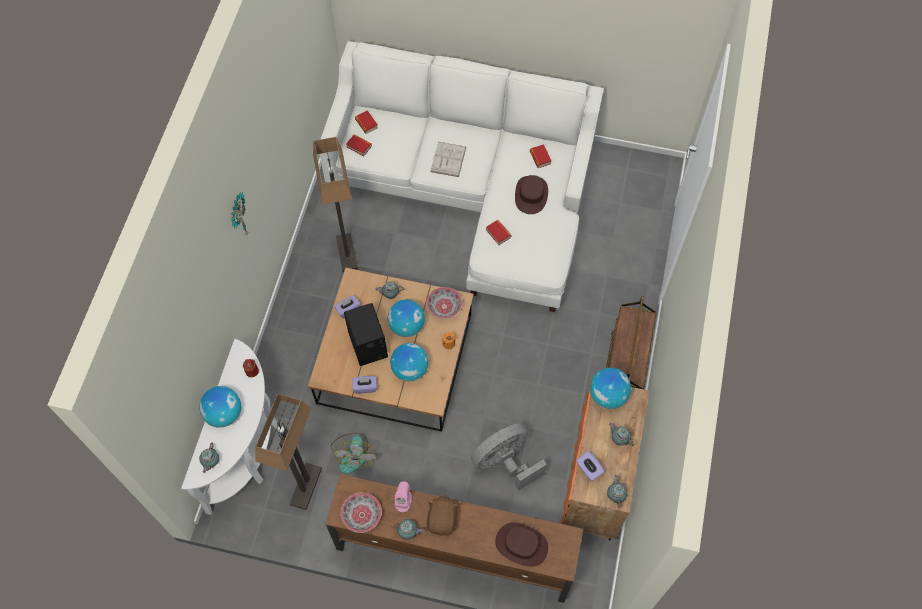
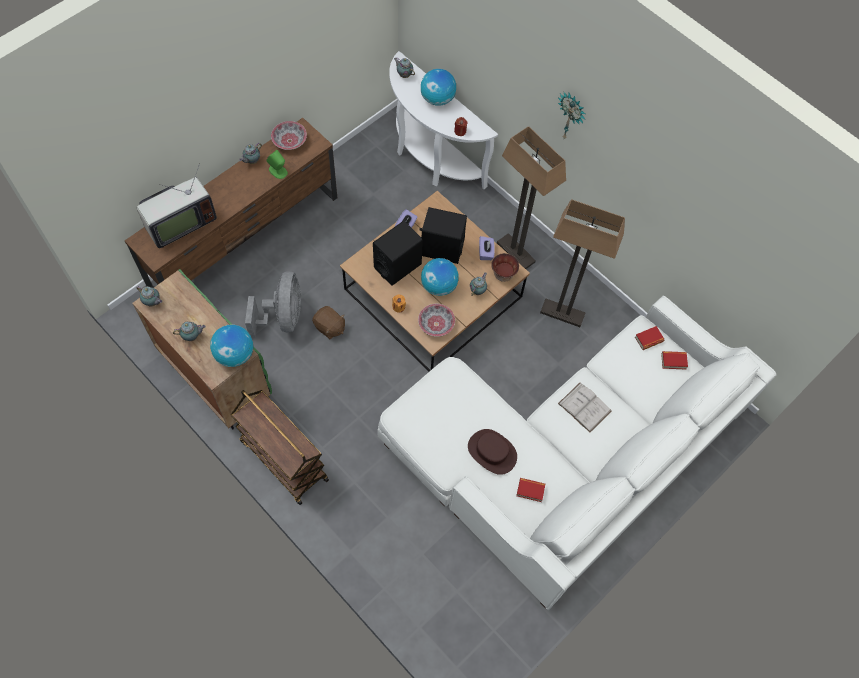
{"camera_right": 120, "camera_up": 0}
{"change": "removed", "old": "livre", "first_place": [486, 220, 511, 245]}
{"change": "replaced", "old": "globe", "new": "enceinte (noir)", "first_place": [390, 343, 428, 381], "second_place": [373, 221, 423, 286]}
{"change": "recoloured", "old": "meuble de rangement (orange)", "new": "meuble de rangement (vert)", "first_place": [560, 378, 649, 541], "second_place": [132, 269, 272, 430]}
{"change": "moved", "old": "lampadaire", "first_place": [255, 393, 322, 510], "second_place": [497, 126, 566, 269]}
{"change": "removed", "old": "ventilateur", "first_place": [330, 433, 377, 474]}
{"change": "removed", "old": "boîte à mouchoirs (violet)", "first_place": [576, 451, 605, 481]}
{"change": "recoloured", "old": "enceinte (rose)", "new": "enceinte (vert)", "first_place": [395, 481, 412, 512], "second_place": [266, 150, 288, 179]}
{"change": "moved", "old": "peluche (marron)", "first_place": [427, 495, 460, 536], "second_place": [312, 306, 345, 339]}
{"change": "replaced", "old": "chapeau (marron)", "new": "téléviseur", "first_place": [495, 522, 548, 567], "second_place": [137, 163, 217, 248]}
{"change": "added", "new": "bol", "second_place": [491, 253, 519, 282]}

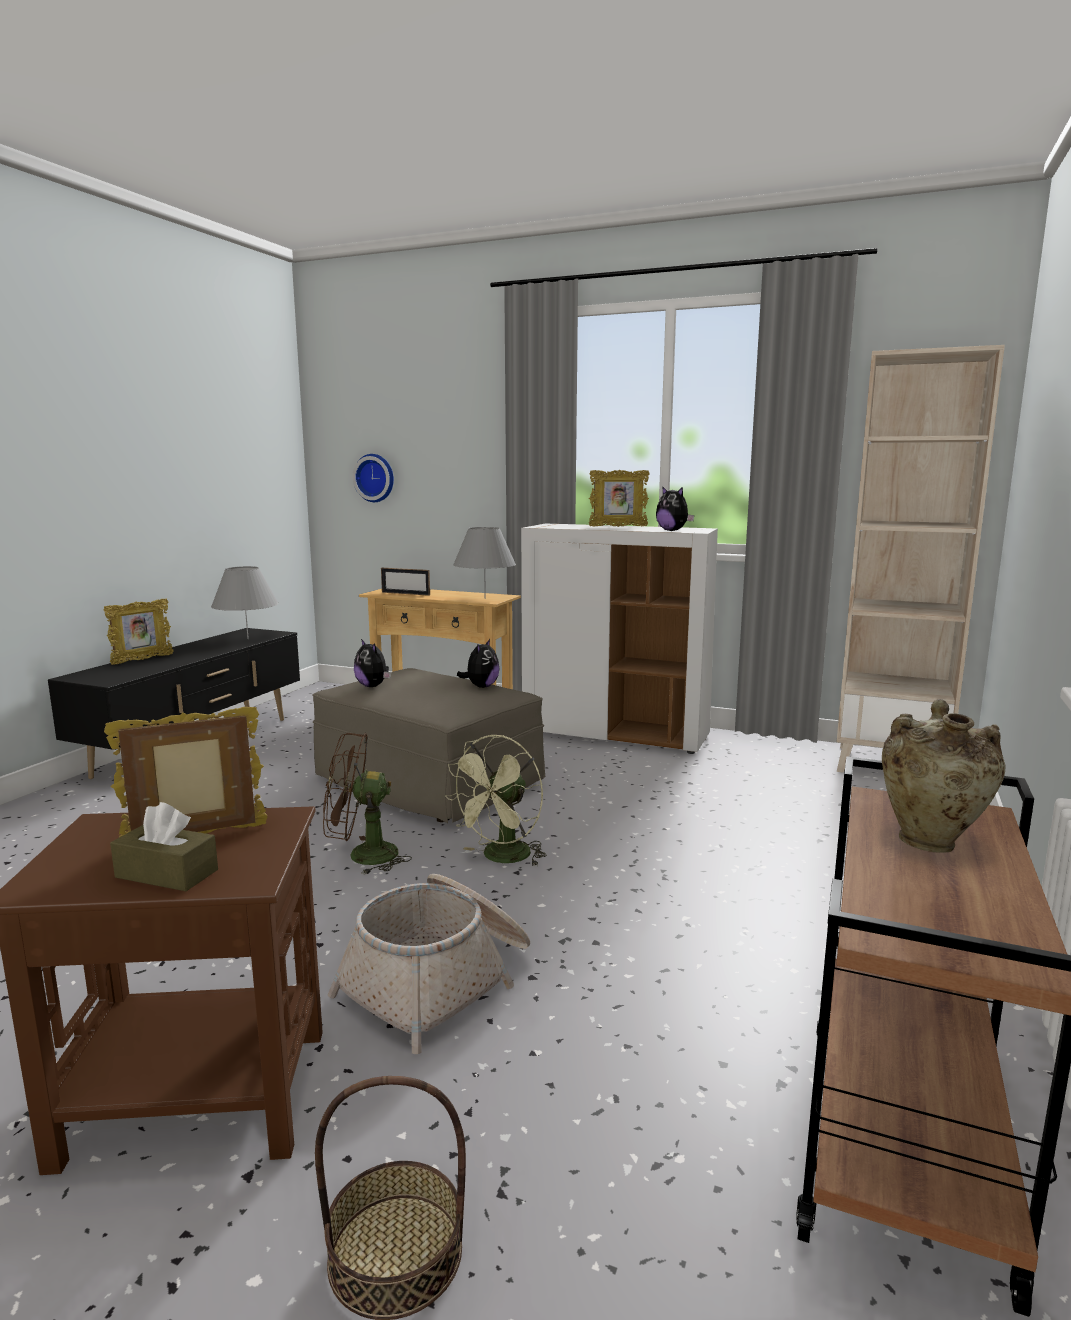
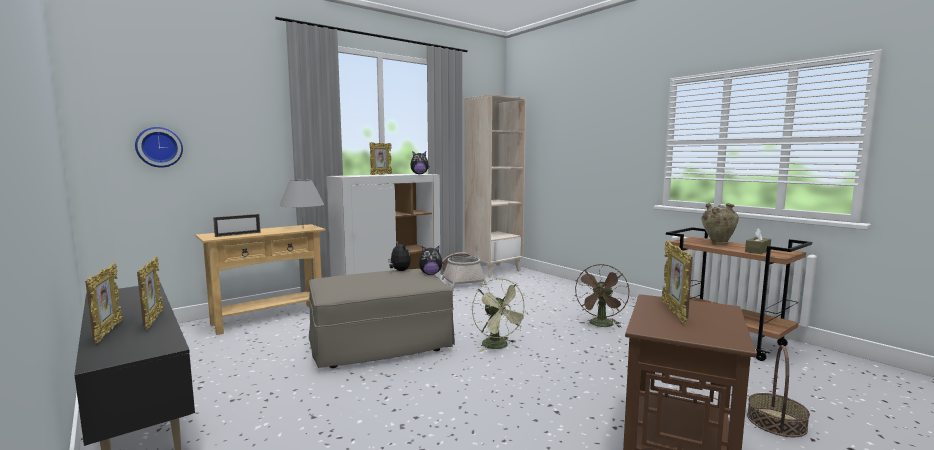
{"camera_right": -60, "camera_up": -5}
{"change": "removed", "old": "lampe de table (gris)", "first_place": [211, 566, 279, 639]}
{"change": "moved", "old": "peluche", "first_place": [354, 639, 391, 687], "second_place": [419, 246, 444, 275]}
{"change": "moved", "old": "ventilateur (marron)", "first_place": [323, 733, 412, 875], "second_place": [574, 264, 629, 328]}
{"change": "moved", "old": "boîte à mouchoirs (marron)", "first_place": [110, 802, 218, 891], "second_place": [745, 228, 771, 254]}
{"change": "moved", "old": "panier", "first_place": [328, 874, 530, 1054], "second_place": [441, 252, 487, 289]}
{"change": "added", "new": "cadre photo", "second_place": [137, 256, 163, 330]}

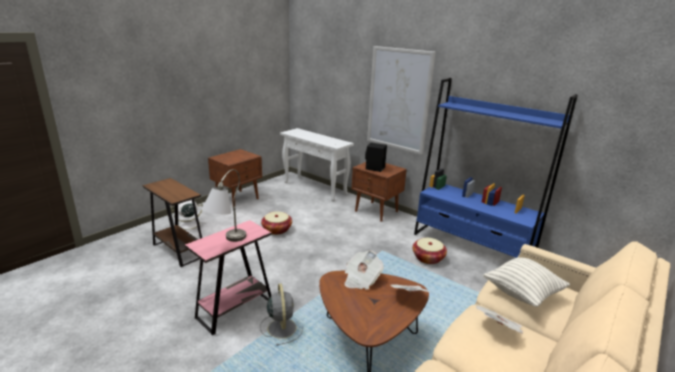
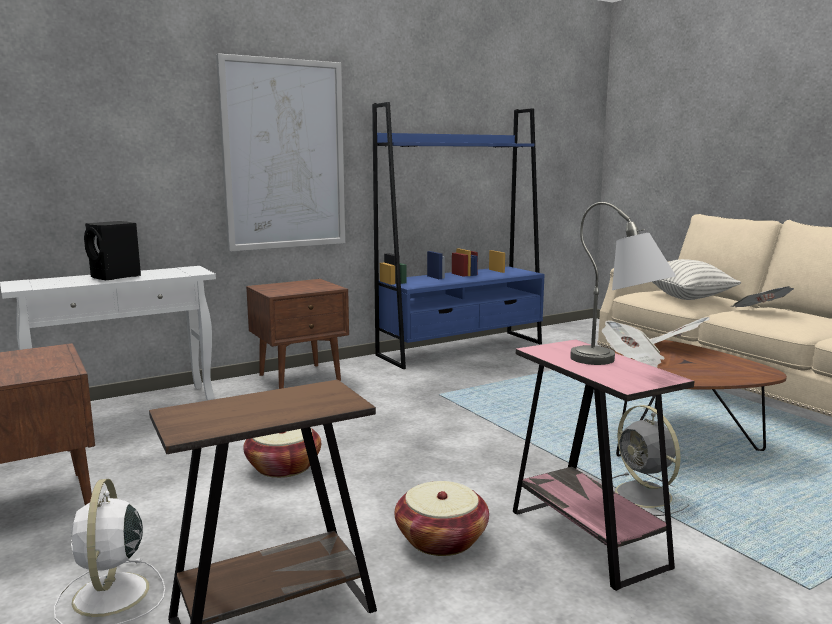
{"camera_right": -70, "camera_up": -10}
{"change": "moved", "old": "enceinte (noir)", "first_place": [365, 142, 387, 172], "second_place": [84, 221, 141, 280]}
{"change": "moved", "old": "panier", "first_place": [412, 238, 447, 264], "second_place": [395, 481, 489, 556]}
{"change": "turned", "old": "ventilateur (gris)", "first_place": [260, 283, 303, 346], "second_place": [612, 405, 689, 516], "degrees": -120}

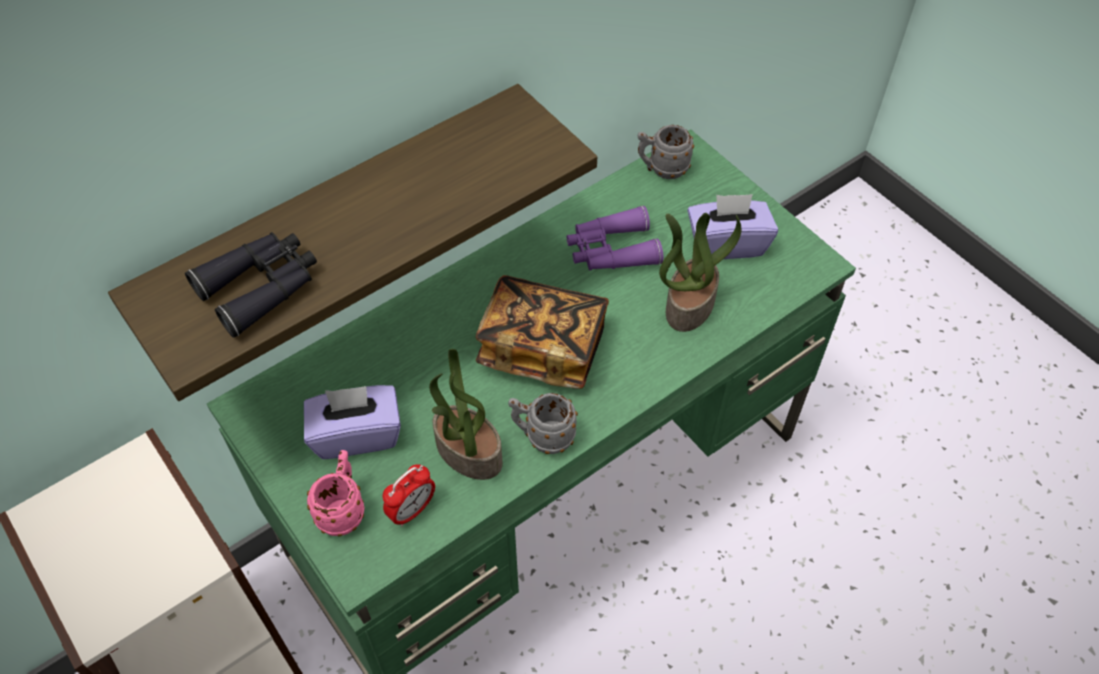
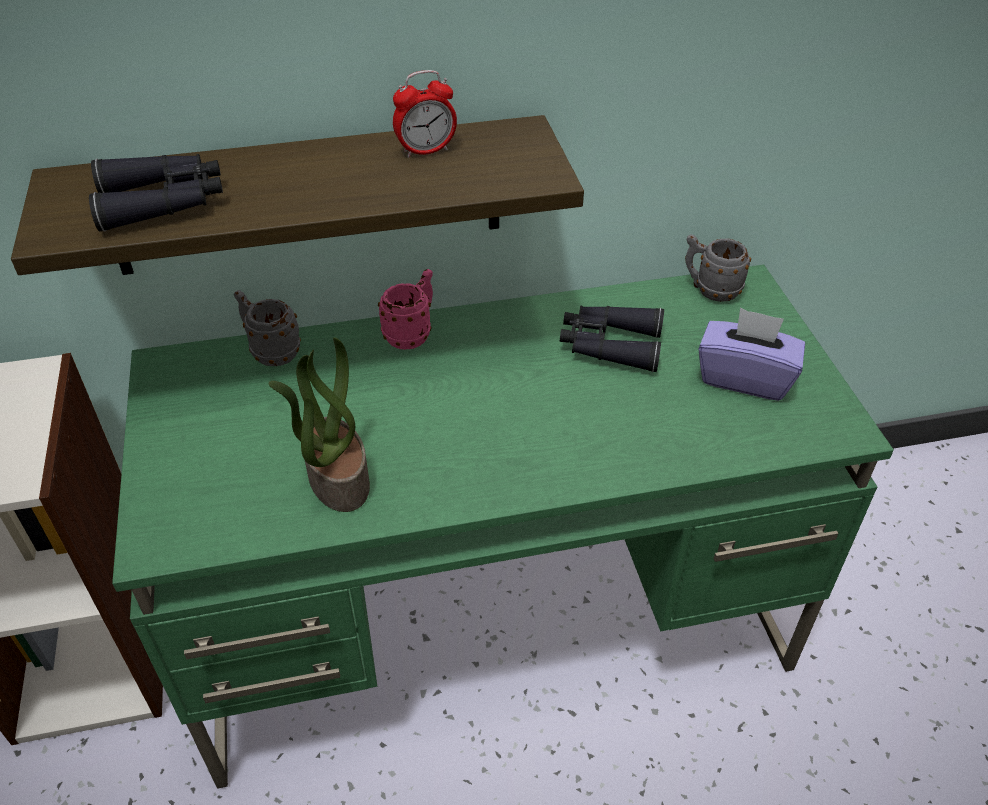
{"camera_right": 25, "camera_up": -10}
{"change": "recoloured", "old": "jumelles (violet)", "new": "jumelles (noir)", "first_place": [567, 206, 663, 270], "second_place": [560, 306, 664, 372]}
{"change": "removed", "old": "plante en pot", "first_place": [659, 213, 741, 332]}
{"change": "removed", "old": "livre", "first_place": [476, 275, 609, 389]}
{"change": "removed", "old": "boîte à mouchoirs (violet)", "first_place": [304, 385, 401, 459]}
{"change": "moved", "old": "mug (gris)", "first_place": [508, 393, 578, 454], "second_place": [234, 290, 301, 366]}
{"change": "moved", "old": "mug (rose)", "first_place": [307, 450, 364, 536], "second_place": [378, 269, 433, 349]}
{"change": "moved", "old": "réveil", "first_place": [383, 464, 435, 526], "second_place": [393, 70, 457, 158]}

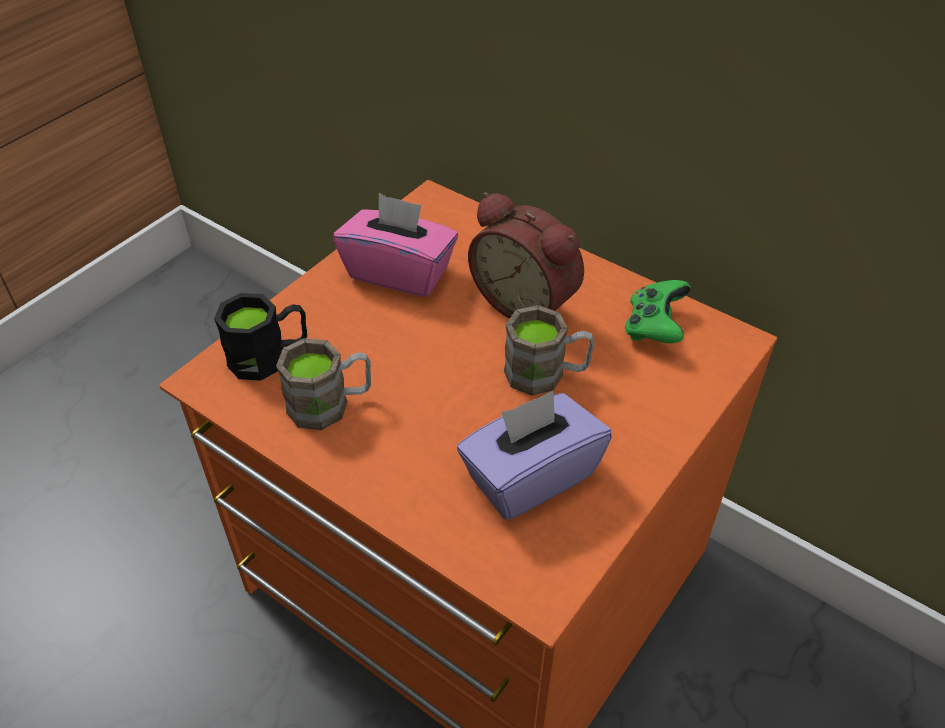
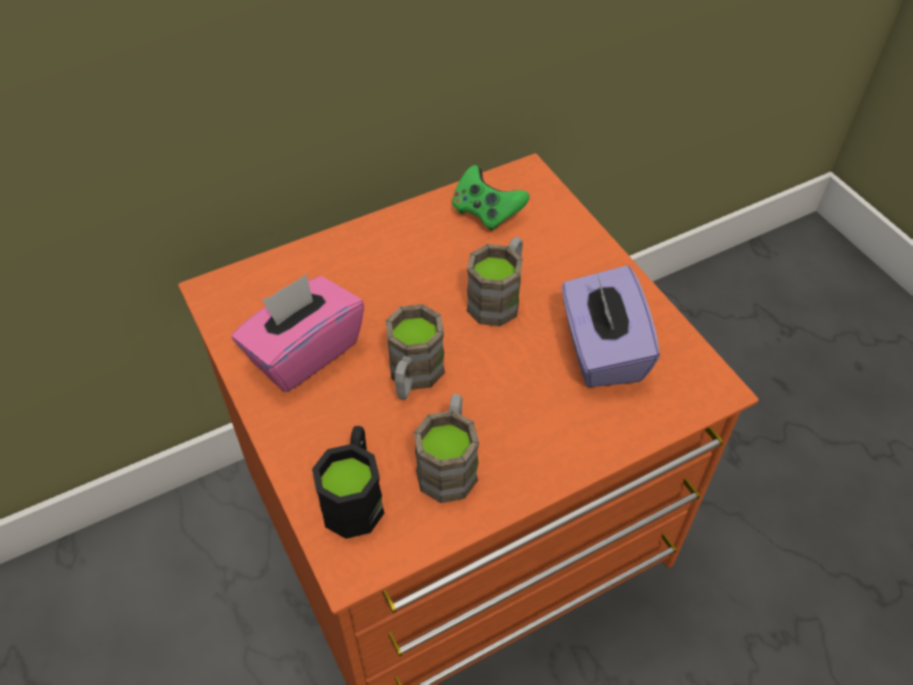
{"camera_right": -65, "camera_up": 5}
{"change": "removed", "old": "réveil", "first_place": [468, 192, 584, 319]}
{"change": "added", "new": "mug (marron)", "second_place": [386, 304, 445, 400]}

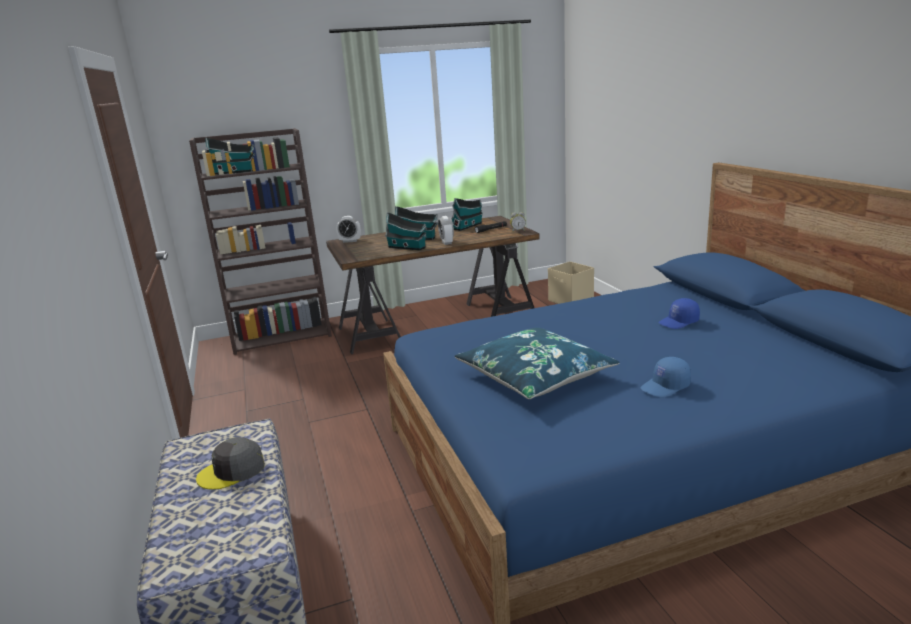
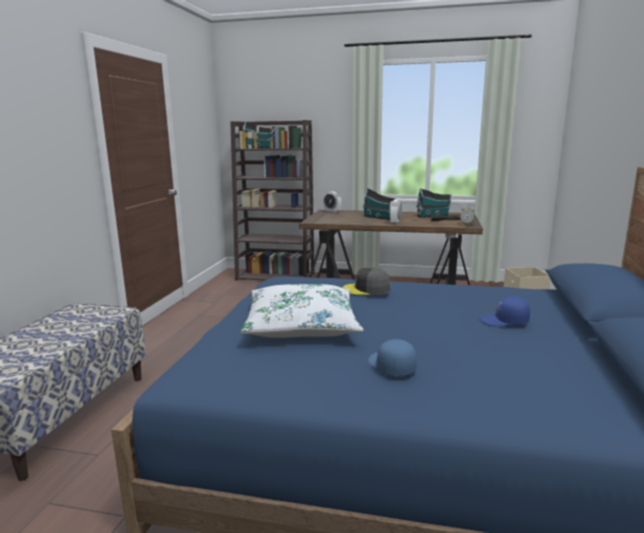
{"camera_right": 30, "camera_up": -5}
{"change": "removed", "old": "maison miniature", "first_place": [385, 212, 427, 251]}
{"change": "recoloured", "old": "coussin (bleu)", "new": "coussin (blanc)", "first_place": [455, 328, 620, 399], "second_place": [240, 284, 363, 338]}
{"change": "turned", "old": "casquette (bleu)", "first_place": [641, 357, 691, 398], "second_place": [368, 339, 417, 377], "degrees": 60}
{"change": "moved", "old": "casquette (gris)", "first_place": [196, 437, 265, 490], "second_place": [342, 267, 390, 295]}

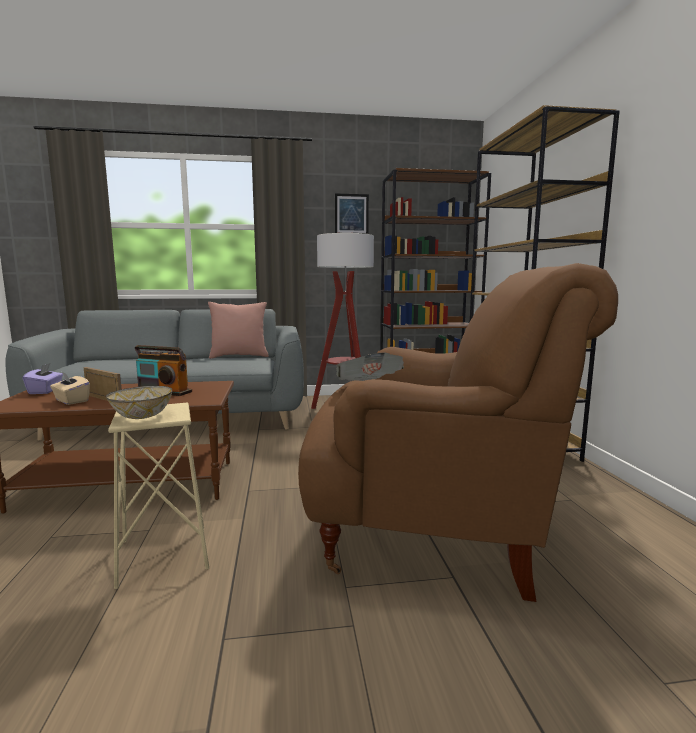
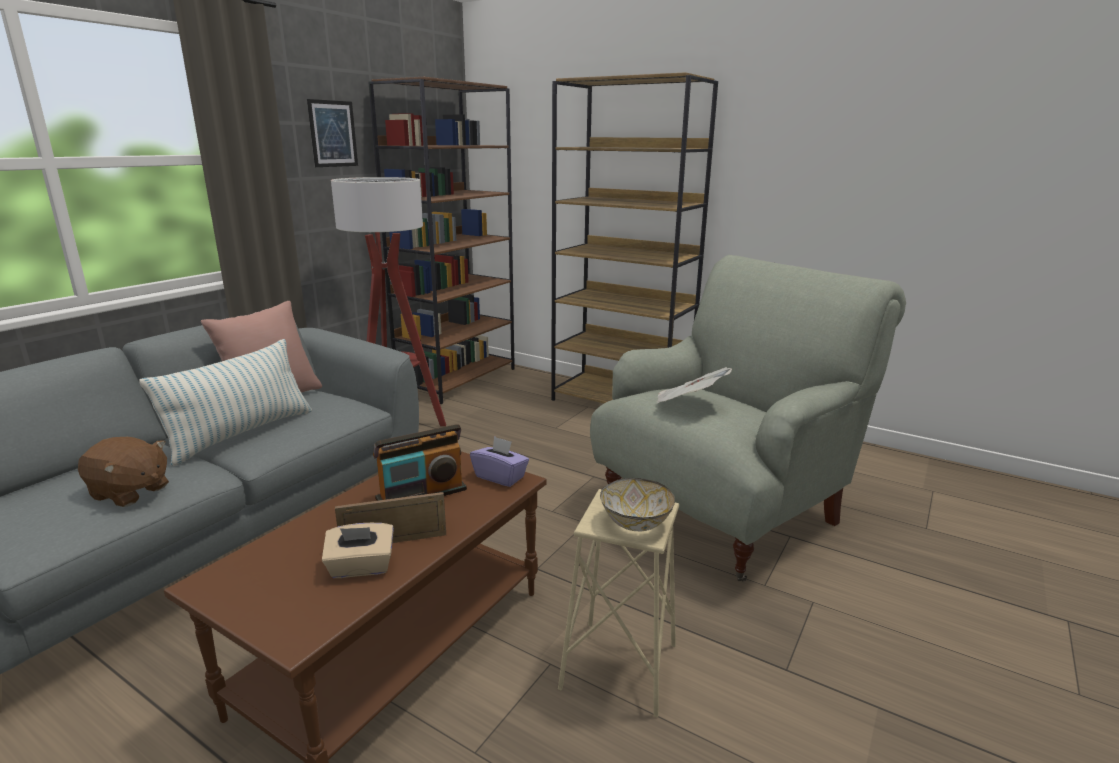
{"camera_right": -50, "camera_up": 10}
{"change": "recoloured", "old": "fauteuil (marron)", "new": "fauteuil (gris)", "first_place": [298, 263, 618, 602], "second_place": [590, 255, 906, 582]}
{"change": "moved", "old": "boîte à mouchoirs (violet)", "first_place": [22, 363, 63, 394], "second_place": [470, 436, 529, 487]}
{"change": "added", "new": "coussin", "second_place": [139, 339, 312, 466]}
{"change": "added", "new": "peluche (marron)", "second_place": [78, 437, 169, 507]}

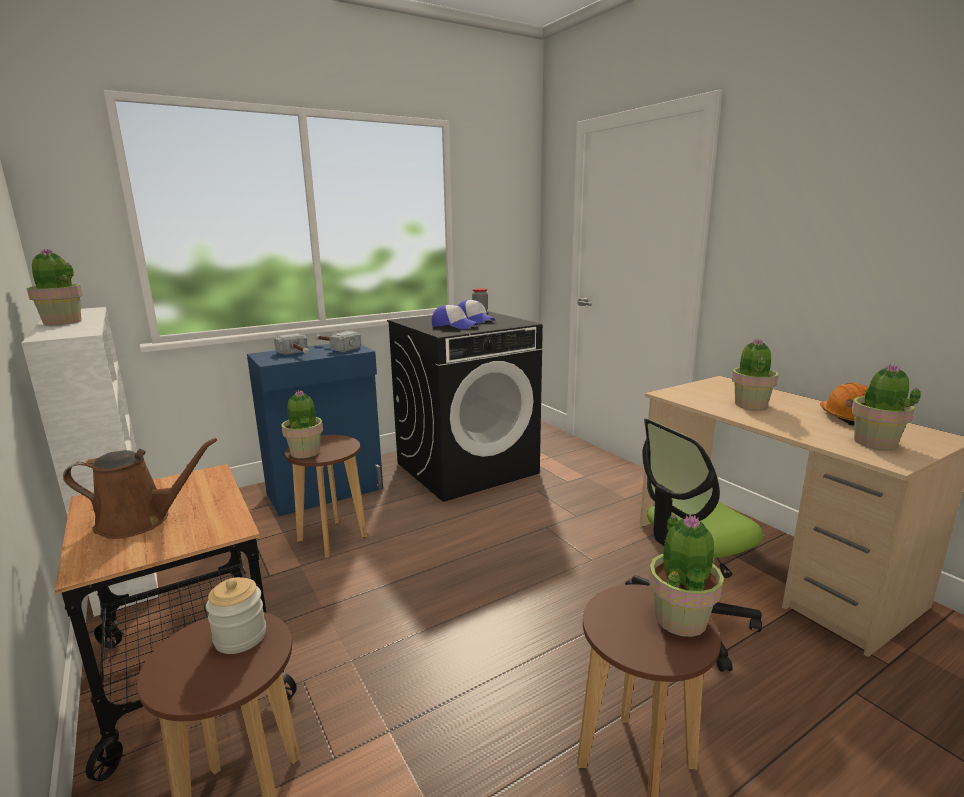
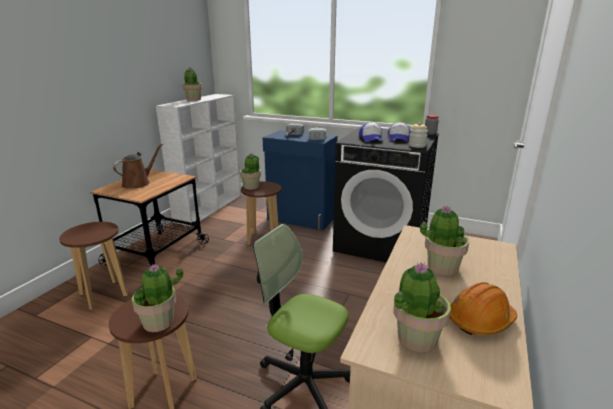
{"camera_right": 55, "camera_up": 5}
{"change": "turned", "old": "arrosoir (marron)", "first_place": [63, 438, 217, 539], "second_place": [113, 144, 163, 189], "degrees": -105}
{"change": "moved", "old": "bocal", "first_place": [206, 577, 266, 654], "second_place": [408, 122, 428, 148]}

